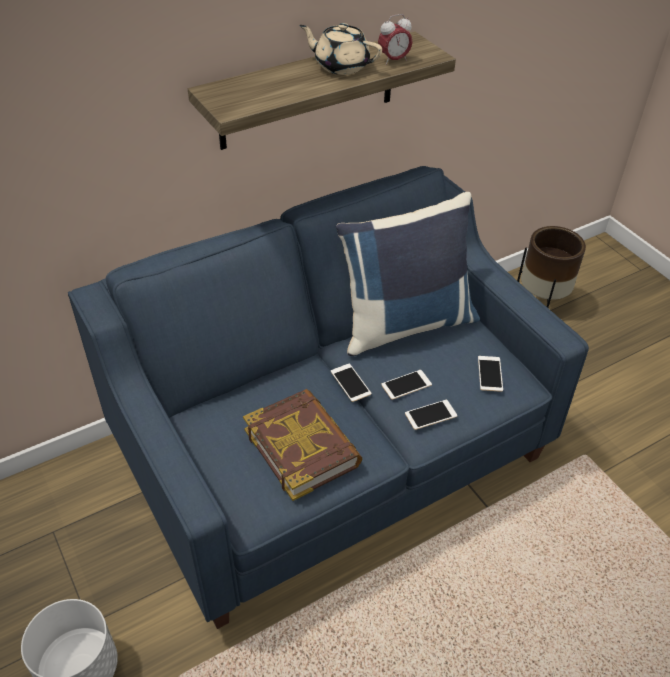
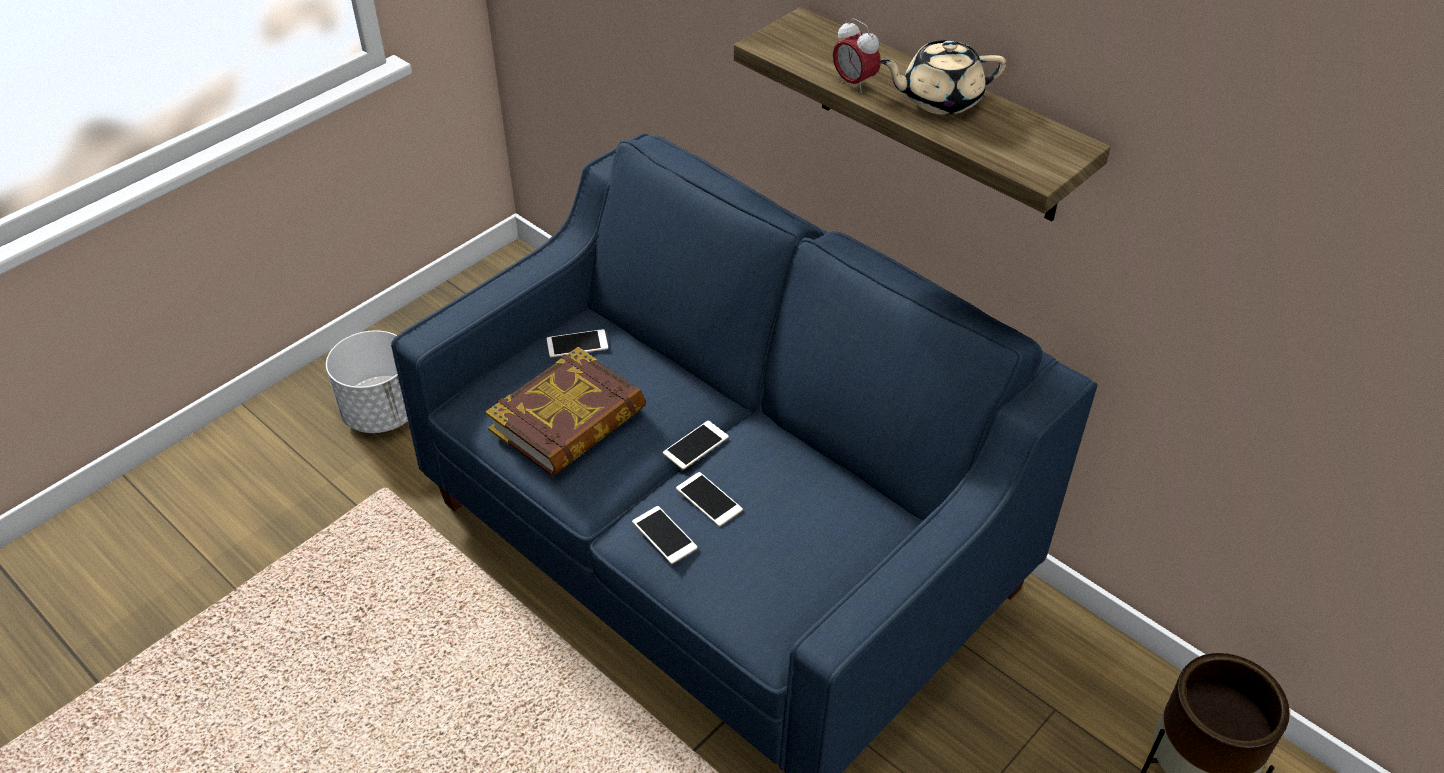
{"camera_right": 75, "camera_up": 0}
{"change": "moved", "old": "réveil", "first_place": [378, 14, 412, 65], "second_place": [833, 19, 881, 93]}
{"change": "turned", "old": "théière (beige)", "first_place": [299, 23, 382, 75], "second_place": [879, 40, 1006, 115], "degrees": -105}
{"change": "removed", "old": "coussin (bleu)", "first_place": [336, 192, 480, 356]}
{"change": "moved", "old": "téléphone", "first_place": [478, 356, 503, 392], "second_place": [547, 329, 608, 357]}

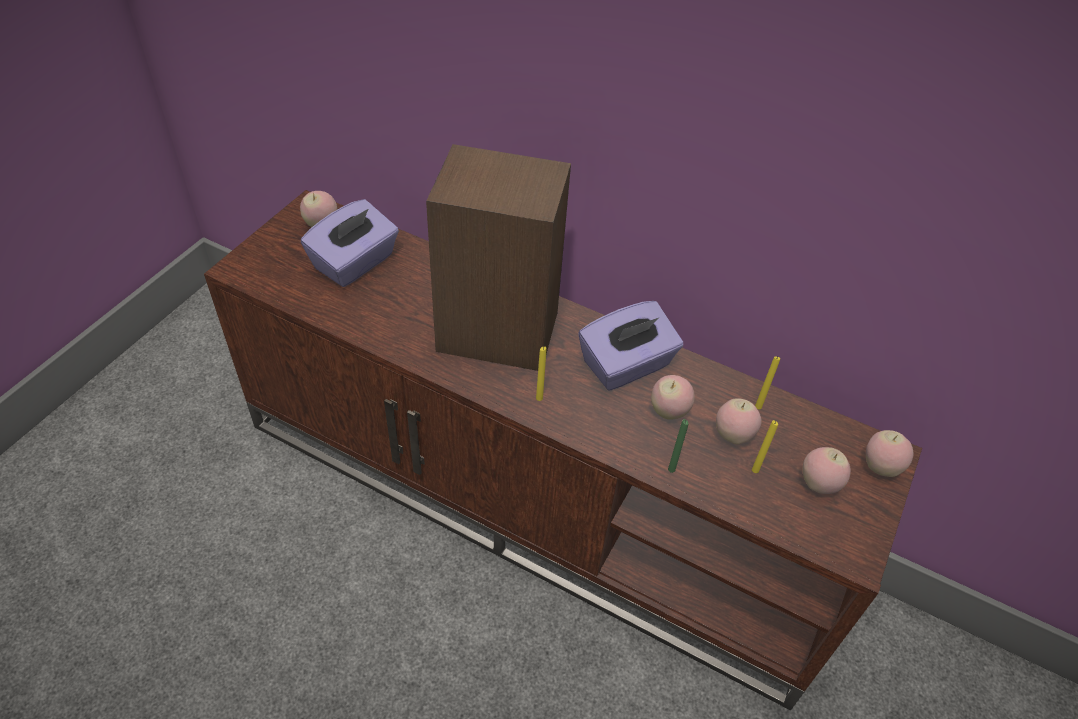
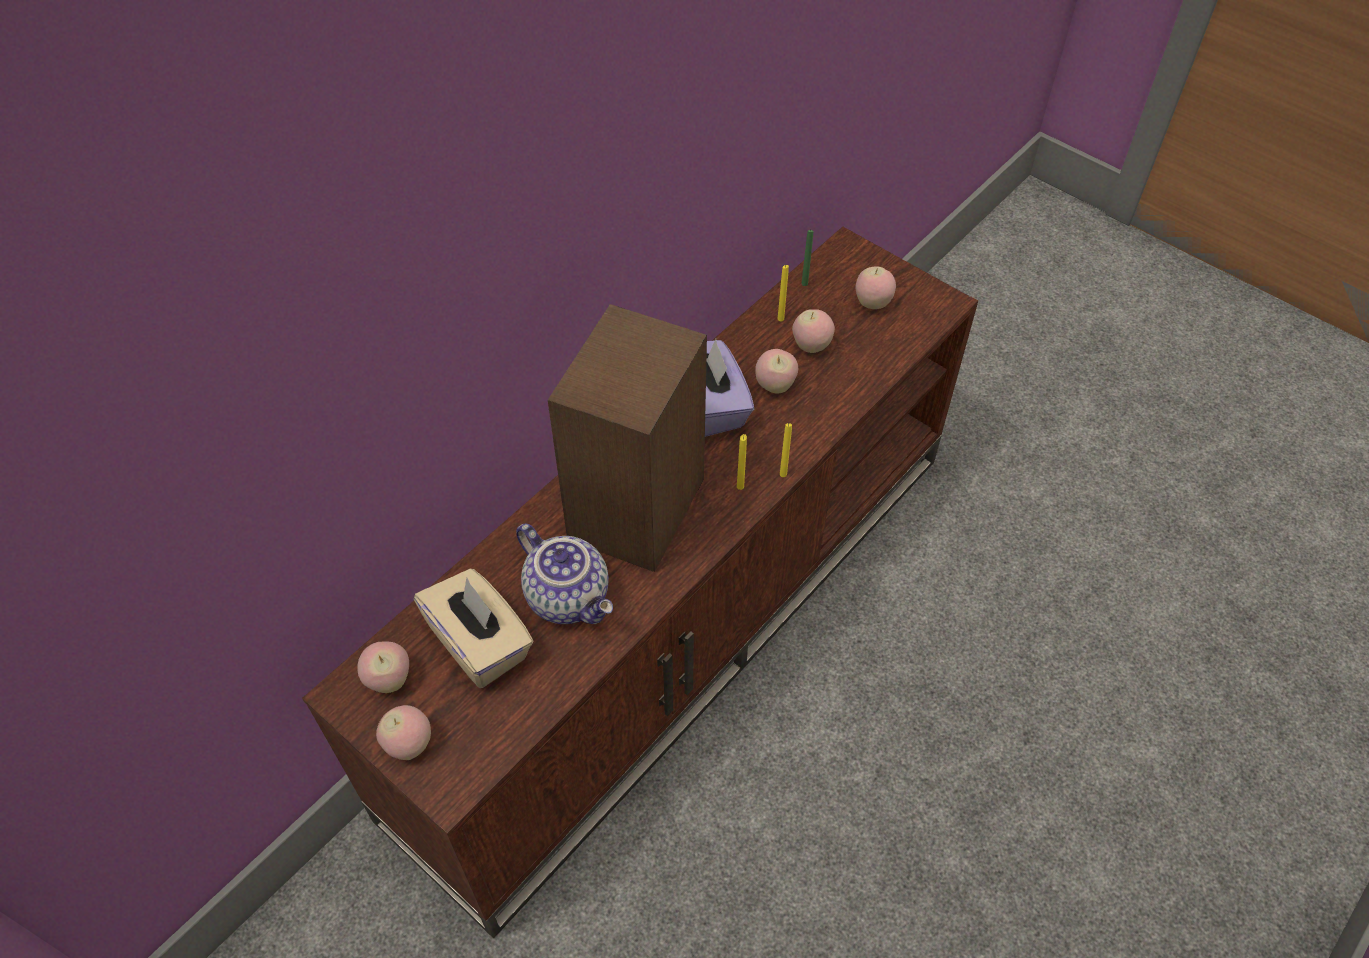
{"camera_right": -75, "camera_up": 5}
{"change": "recoloured", "old": "boîte à mouchoirs (violet)", "new": "boîte à mouchoirs (beige)", "first_place": [301, 199, 399, 287], "second_place": [414, 569, 534, 688]}
{"change": "moved", "old": "bougie (vert)", "first_place": [668, 419, 689, 473], "second_place": [801, 229, 813, 286]}
{"change": "moved", "old": "bougie (jaune)", "first_place": [752, 420, 778, 473], "second_place": [780, 423, 792, 477]}
{"change": "moved", "old": "pomme", "first_place": [866, 430, 913, 477], "second_place": [376, 705, 431, 760]}
{"change": "added", "new": "théière", "second_place": [516, 523, 613, 624]}

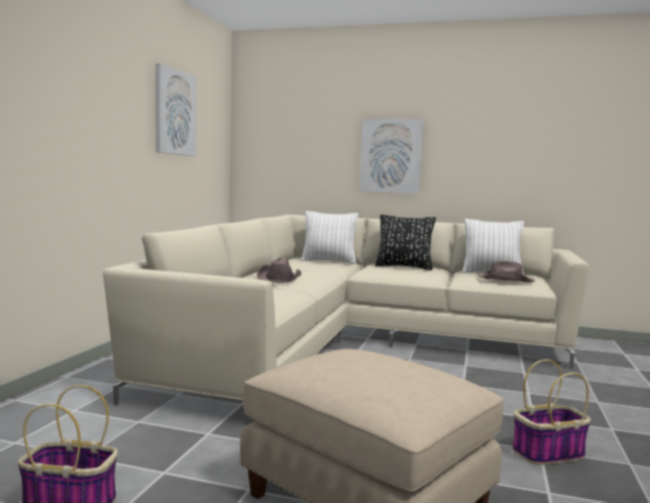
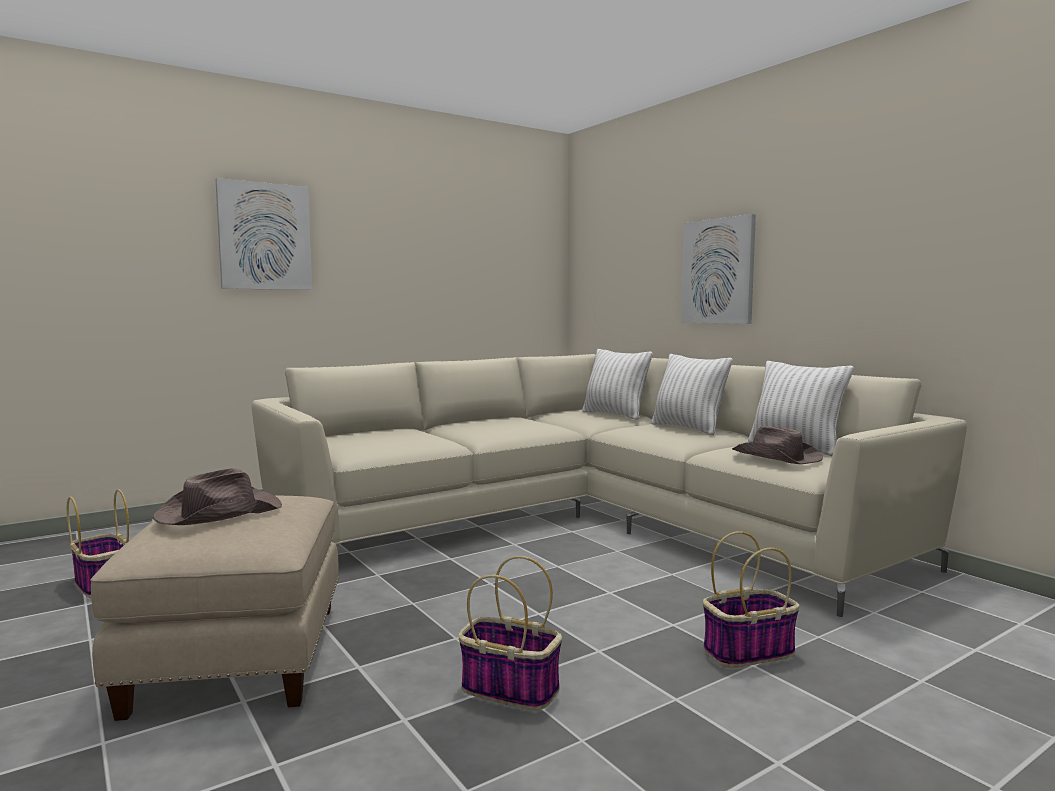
{"camera_right": 40, "camera_up": 0}
{"change": "moved", "old": "tableau", "first_place": [155, 63, 197, 156], "second_place": [215, 178, 312, 290]}
{"change": "recoloured", "old": "coussin (noir)", "new": "coussin (blanc)", "first_place": [375, 214, 436, 270], "second_place": [651, 354, 733, 435]}
{"change": "moved", "old": "chapeau (marron)", "first_place": [257, 257, 301, 283], "second_place": [153, 468, 282, 525]}
{"change": "added", "new": "panier", "second_place": [703, 531, 800, 668]}

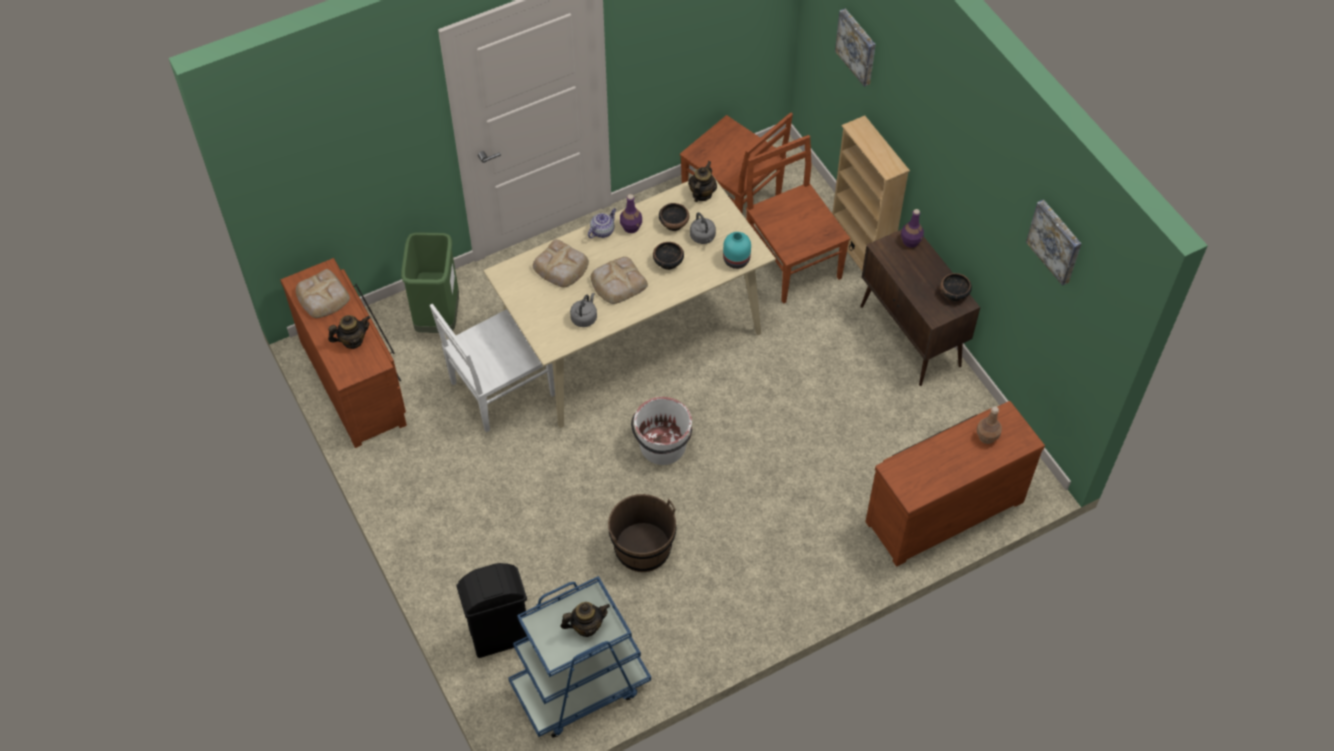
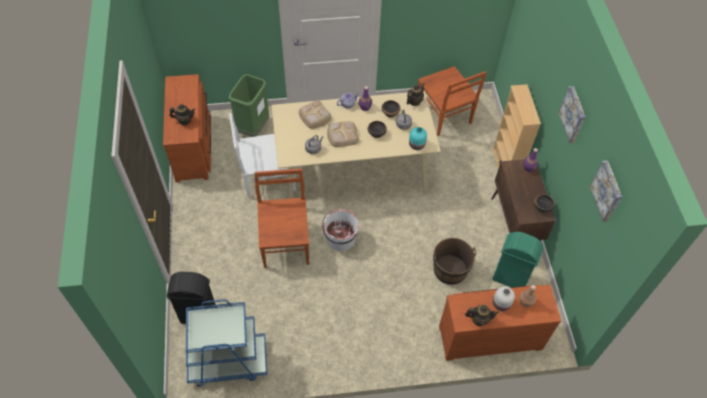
{"camera_right": 20, "camera_up": 0}
{"change": "moved", "old": "tableau", "first_place": [835, 8, 876, 87], "second_place": [558, 86, 586, 143]}
{"change": "moved", "old": "chaise (marron)", "first_place": [746, 135, 850, 303], "second_place": [254, 169, 309, 268]}
{"change": "removed", "old": "pain", "first_place": [296, 269, 350, 318]}
{"change": "moved", "old": "seau (marron)", "first_place": [608, 494, 676, 572], "second_place": [433, 238, 476, 285]}
{"change": "moved", "old": "théière", "first_place": [560, 602, 610, 637], "second_place": [465, 305, 499, 326]}
{"change": "added", "new": "poubelle (vert)", "second_place": [492, 232, 544, 287]}
{"change": "added", "new": "vase (blanc)", "second_place": [493, 286, 515, 311]}

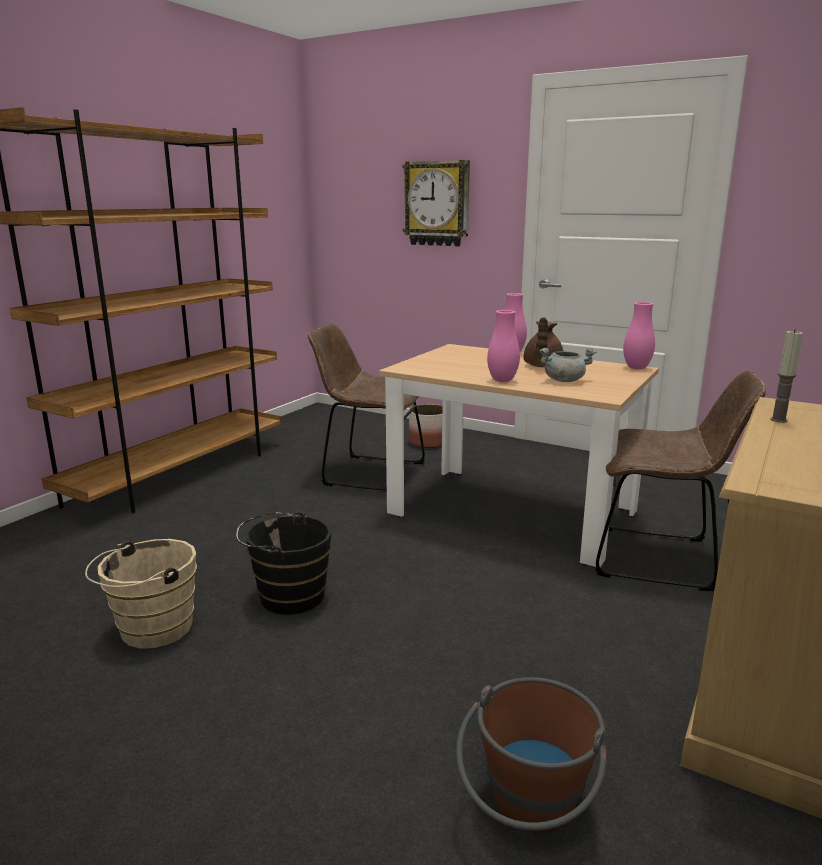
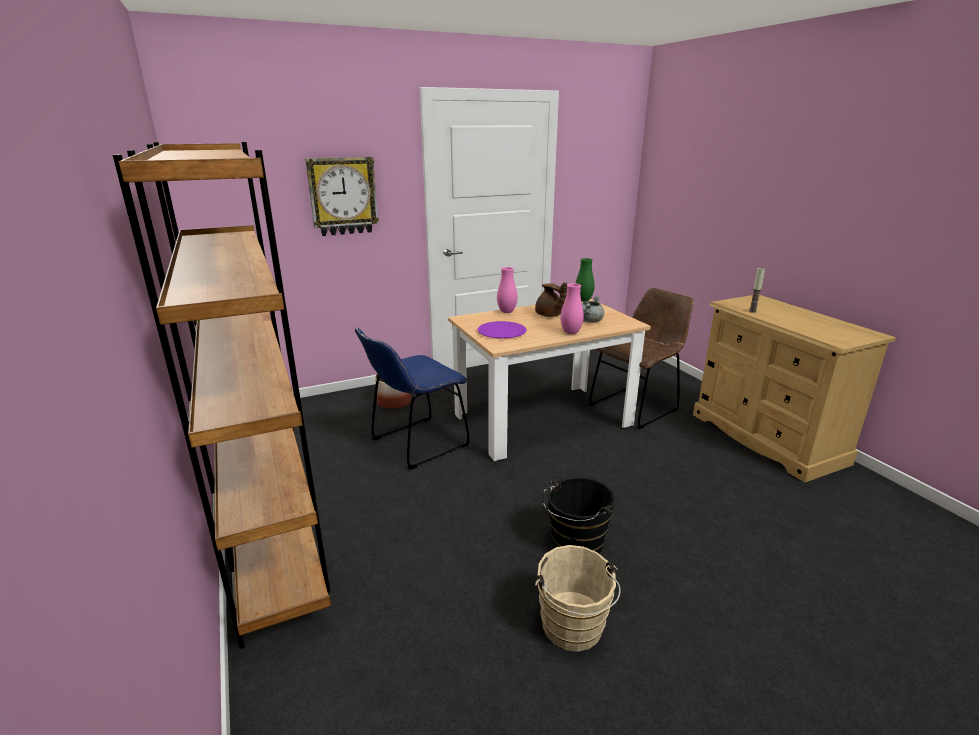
{"camera_right": -55, "camera_up": 5}
{"change": "recoloured", "old": "vase (rose)", "new": "vase (vert)", "first_place": [623, 302, 655, 369], "second_place": [576, 258, 595, 302]}
{"change": "recoloured", "old": "chaise (marron)", "new": "chaise (bleu)", "first_place": [308, 323, 425, 491], "second_place": [355, 328, 470, 470]}
{"change": "removed", "old": "seau (marron)", "first_place": [456, 677, 607, 833]}
{"change": "added", "new": "assiette (violet)", "second_place": [477, 321, 527, 339]}

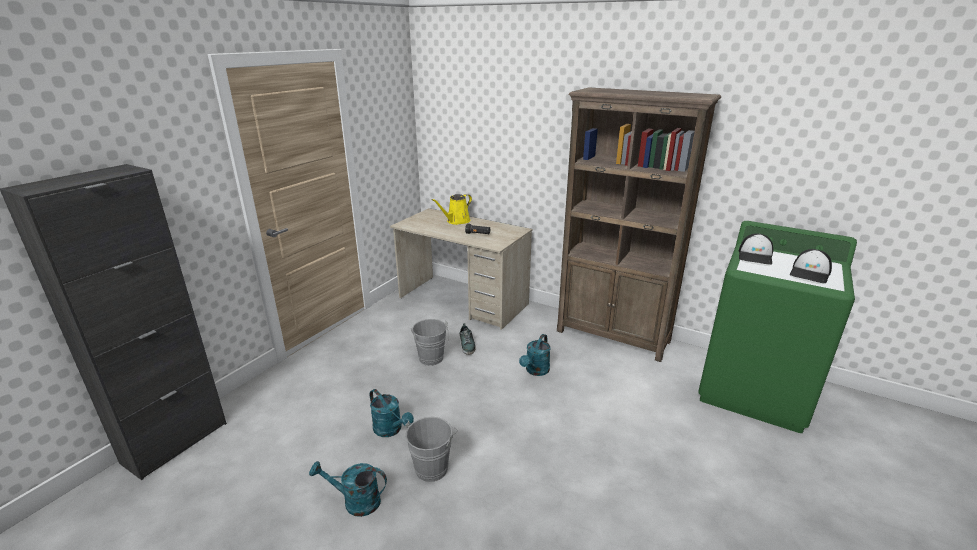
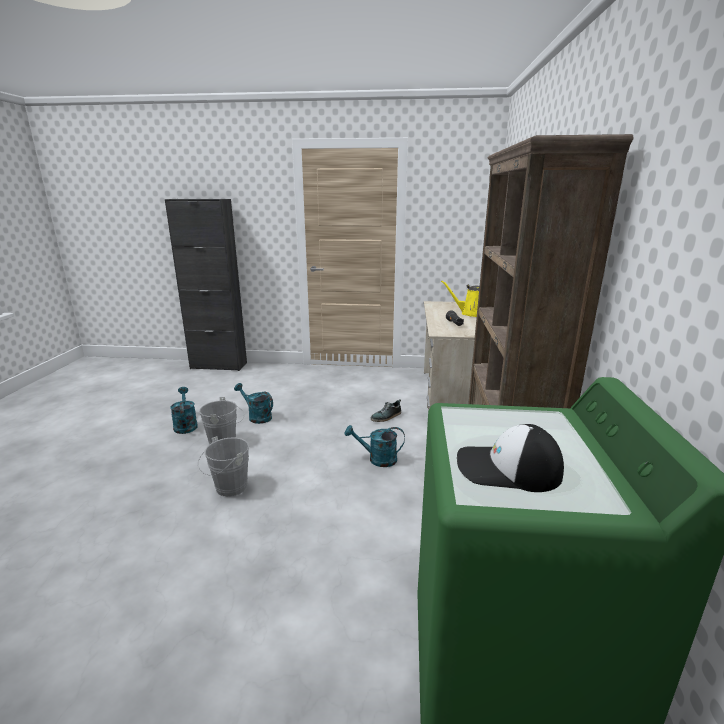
{"camera_right": 65, "camera_up": -5}
{"change": "removed", "old": "casquette", "first_place": [739, 234, 773, 265]}
{"change": "moved", "old": "seau (gris)", "first_place": [411, 319, 449, 366], "second_place": [198, 436, 249, 497]}
{"change": "turned", "old": "arrosoir (turquoise)", "first_place": [370, 389, 414, 437], "second_place": [234, 383, 273, 424], "degrees": 105}

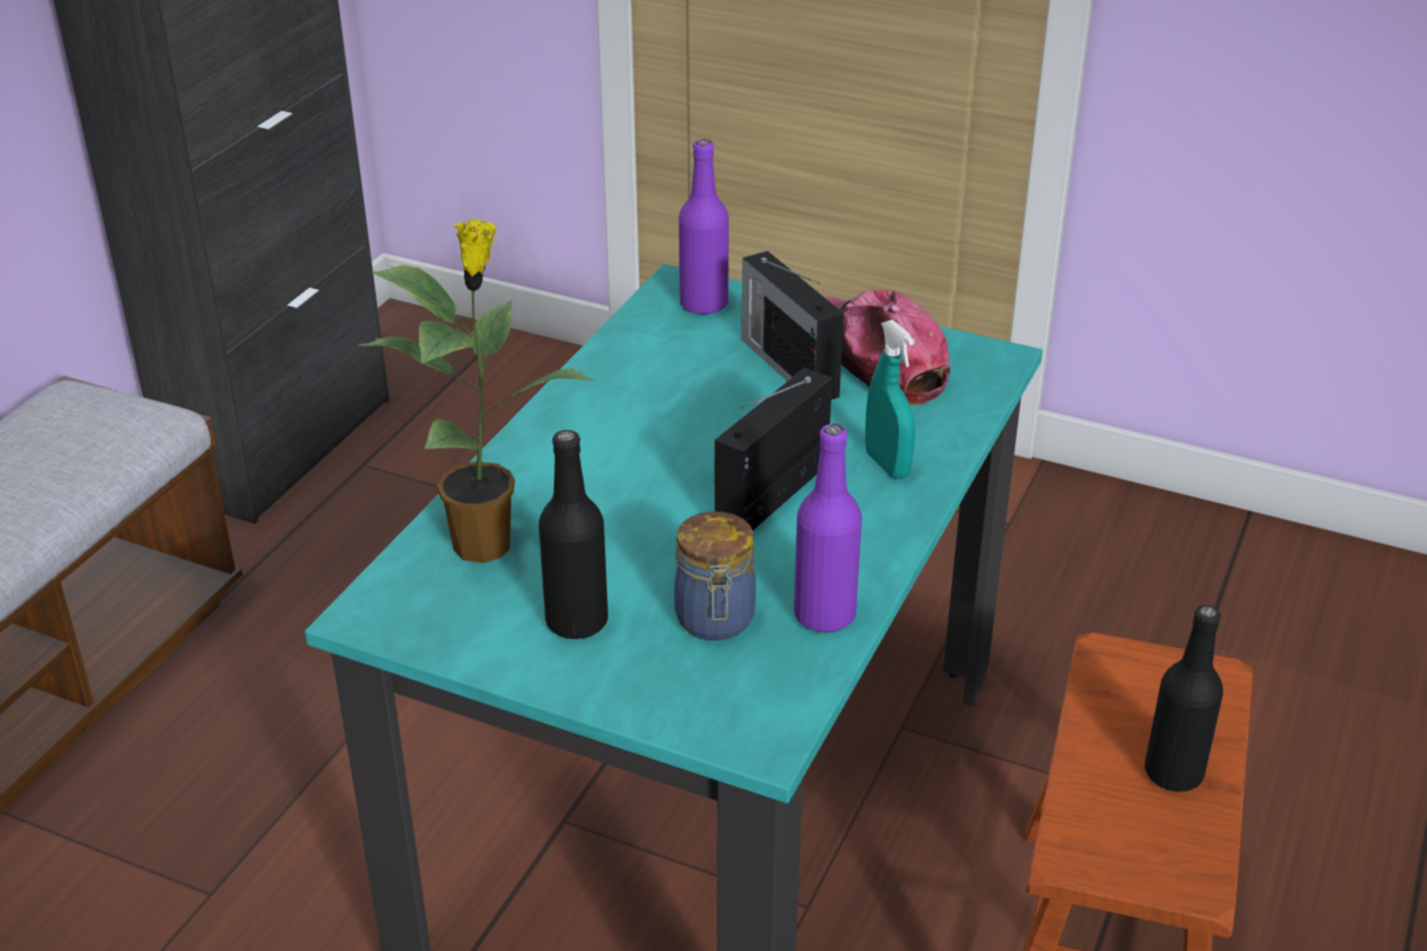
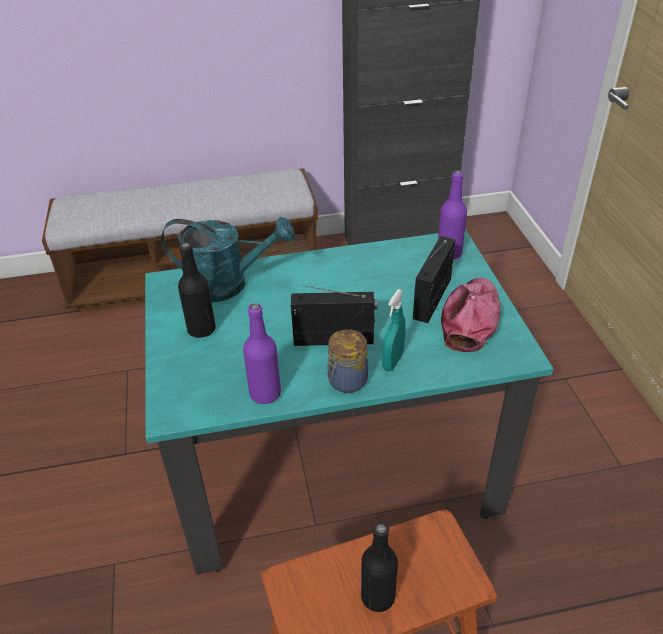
{"camera_right": 55, "camera_up": 5}
{"change": "replaced", "old": "plante en pot", "new": "arrosoir (turquoise)", "first_place": [358, 218, 594, 563], "second_place": [161, 217, 295, 302]}
{"change": "moved", "old": "bocal", "first_place": [674, 511, 756, 641], "second_place": [327, 329, 368, 393]}

